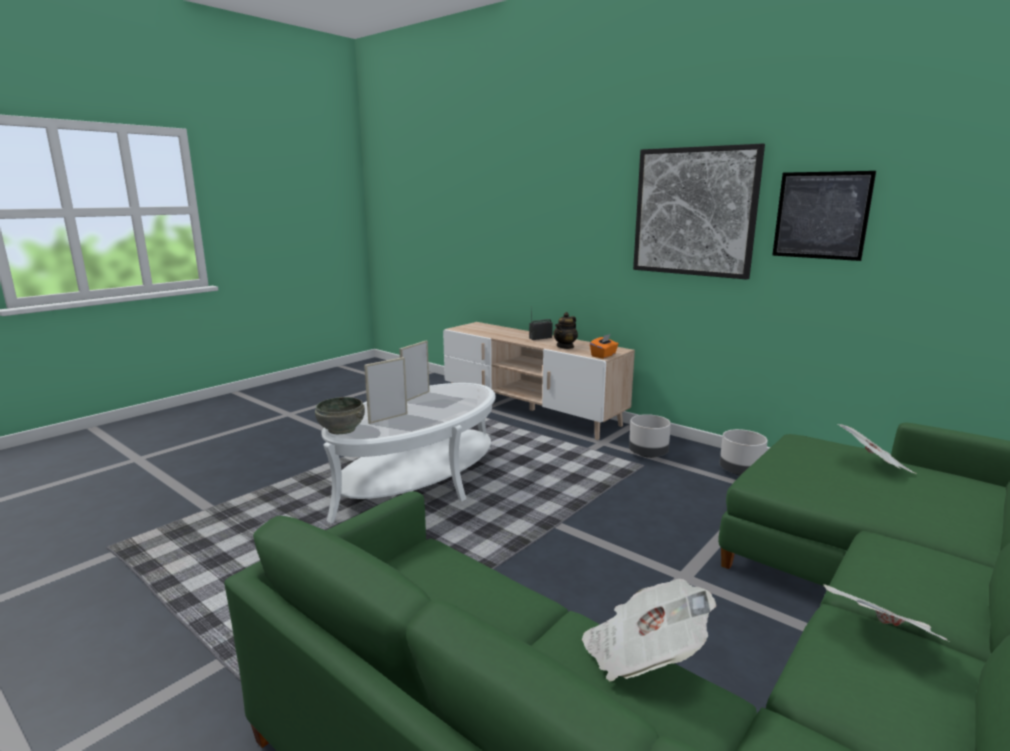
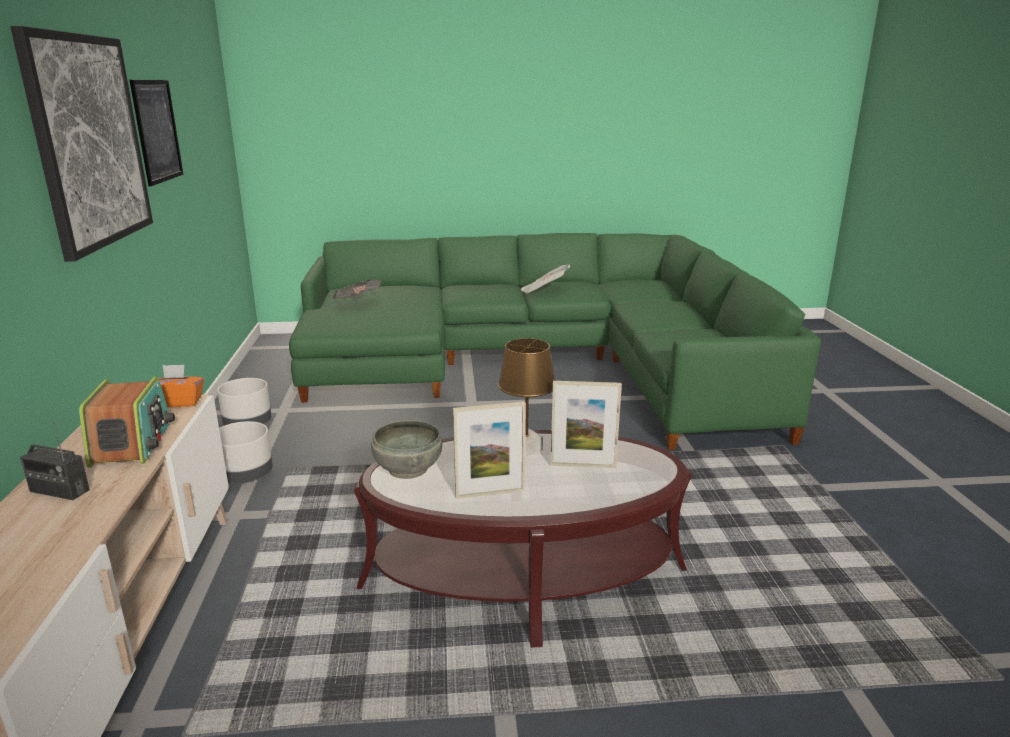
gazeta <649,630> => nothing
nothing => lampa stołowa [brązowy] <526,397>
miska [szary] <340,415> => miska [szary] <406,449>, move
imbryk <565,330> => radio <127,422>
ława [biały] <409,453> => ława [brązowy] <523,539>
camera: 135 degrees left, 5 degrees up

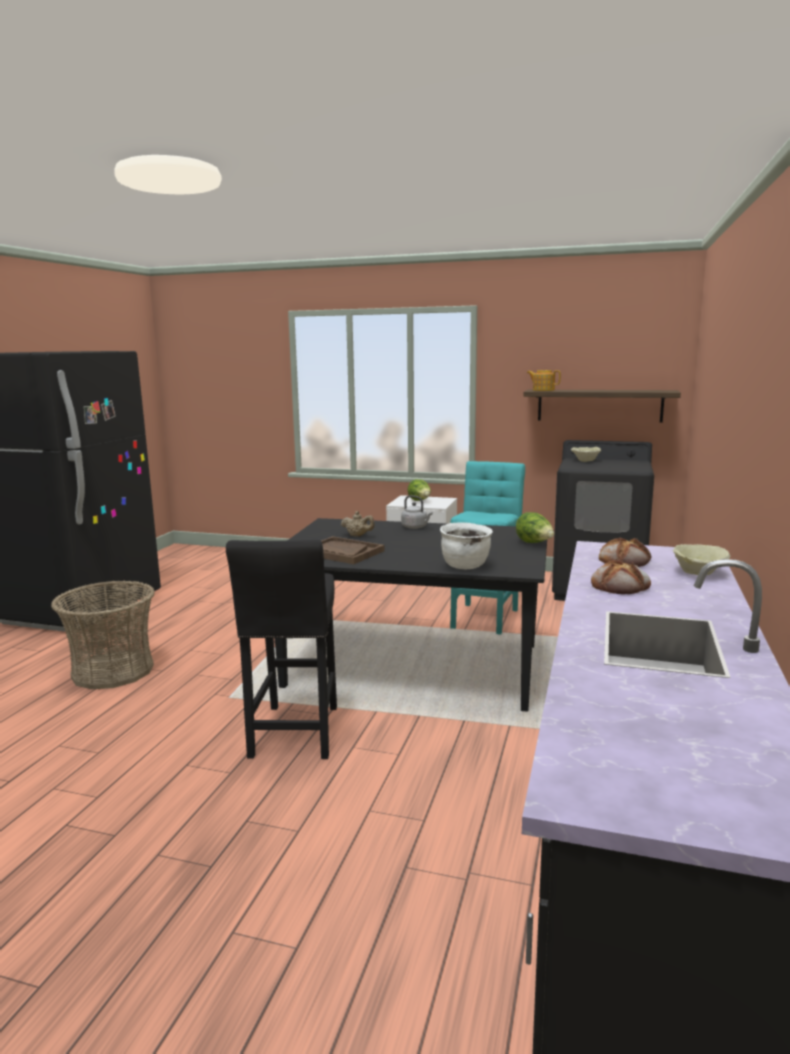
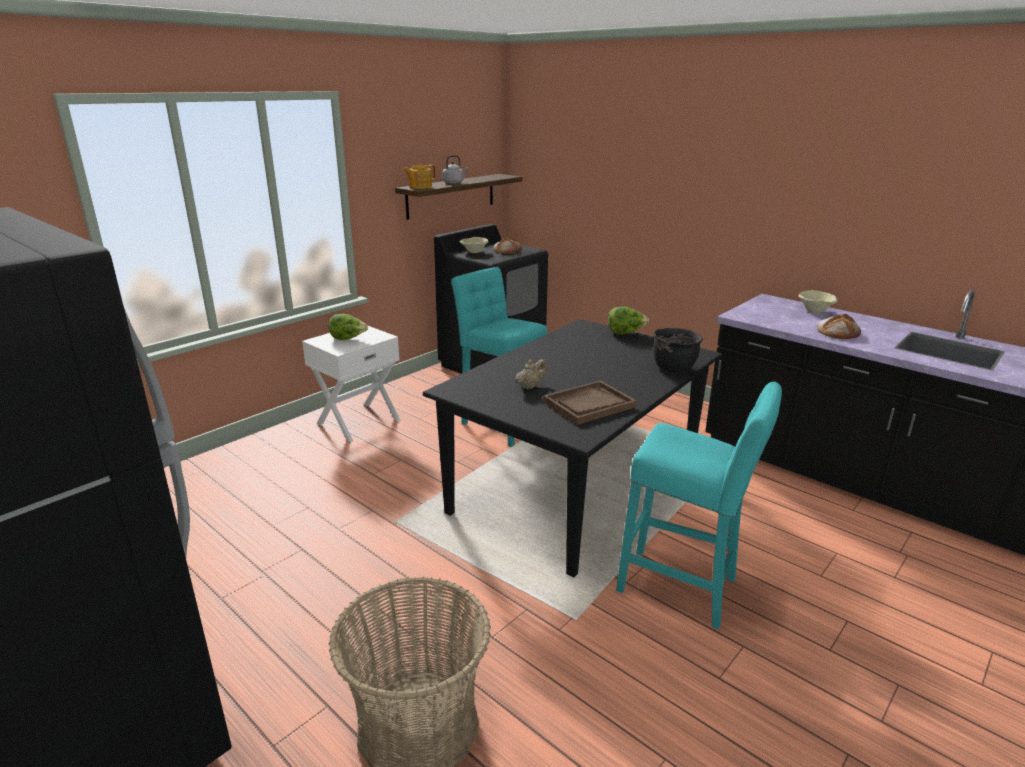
czajnik [szary] <417,512> => czajnik [szary] <455,169>, move
chleb <625,552> => chleb <508,245>, move
stołek [czarny] <281,649> => stołek [turkusowy] <699,505>
garnek [biały] <466,545> => garnek [czarny] <678,350>
camera: 65 degrees left, 10 degrees up

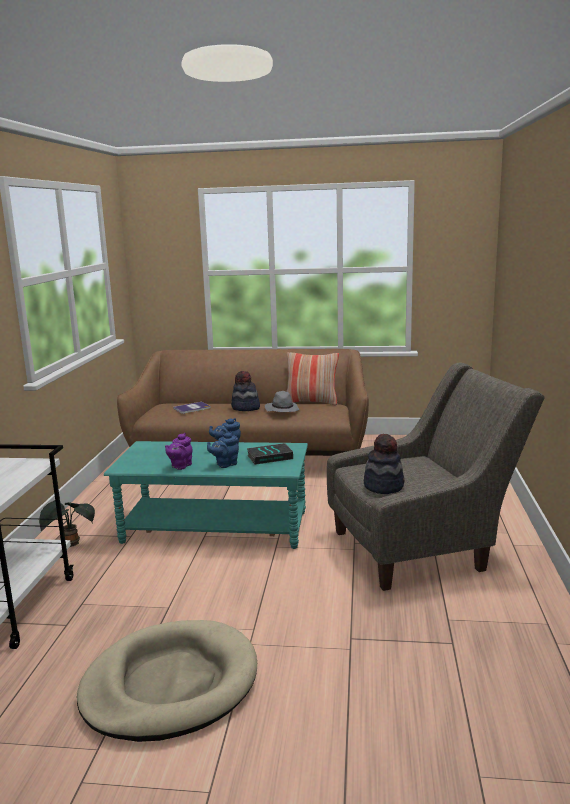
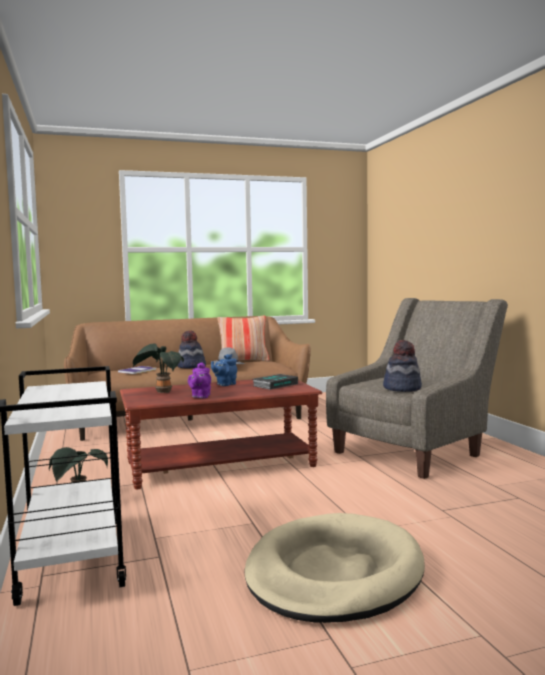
imbryk [niebieski] <223,450> => nothing
nothing => roślina doniczkowa <158,368>
ława [turkusowy] <206,495> => ława [brązowy] <221,434>
camera: 25 degrees left, 10 degrees down

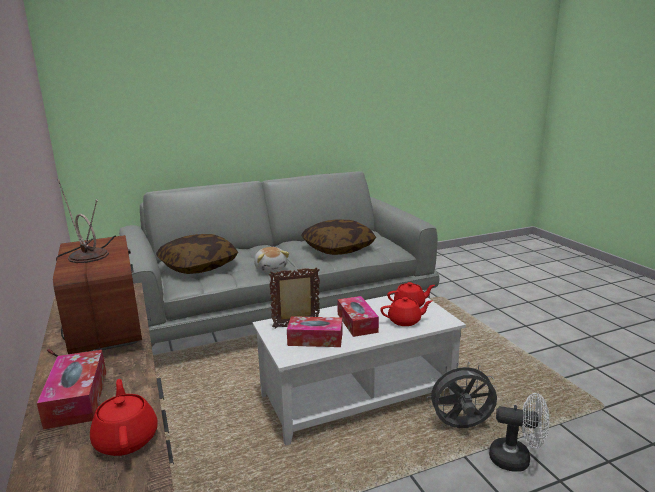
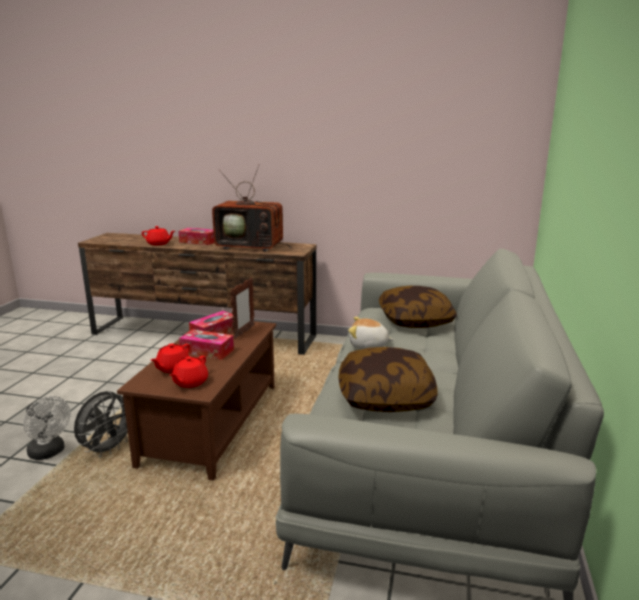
ława [biały] <359,370> => ława [brązowy] <196,401>
wentylator [biały] <519,432> => wentylator [biały] <47,428>, 105 degrees counterclockwise
camera: 125 degrees right, 0 degrees up

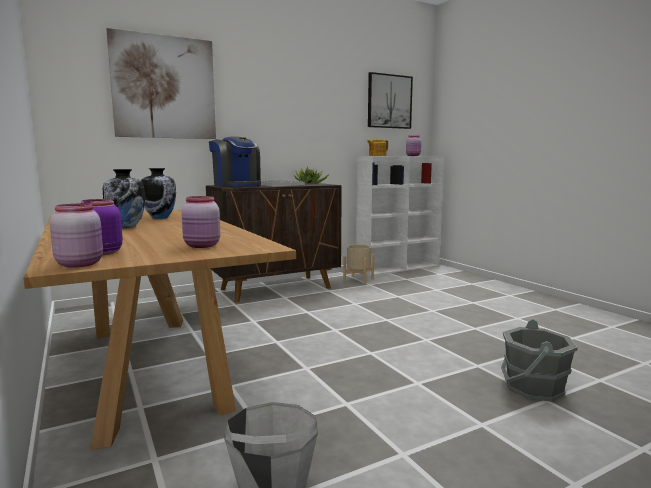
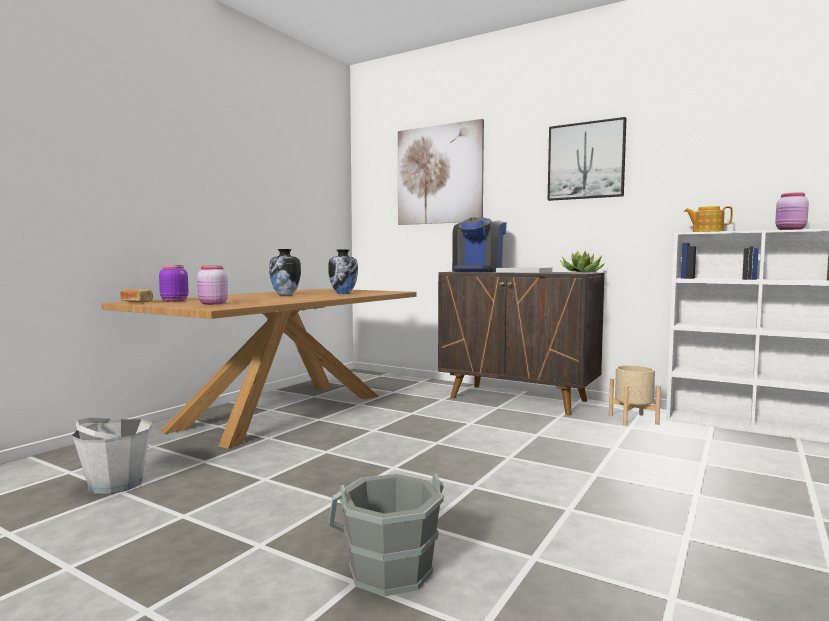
obraz <390,100> => obraz <587,159>, move
słoik [różowy] <76,236> => chleb <136,295>
camera: 60 degrees right, 5 degrees down

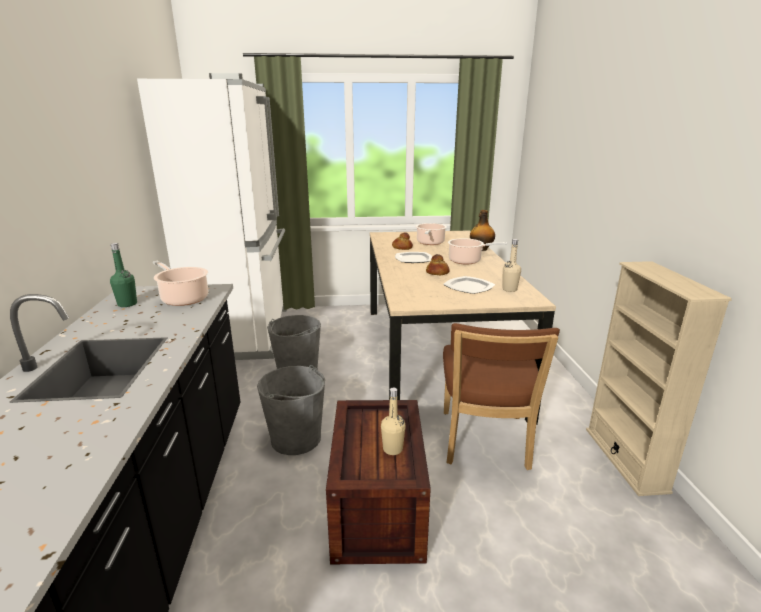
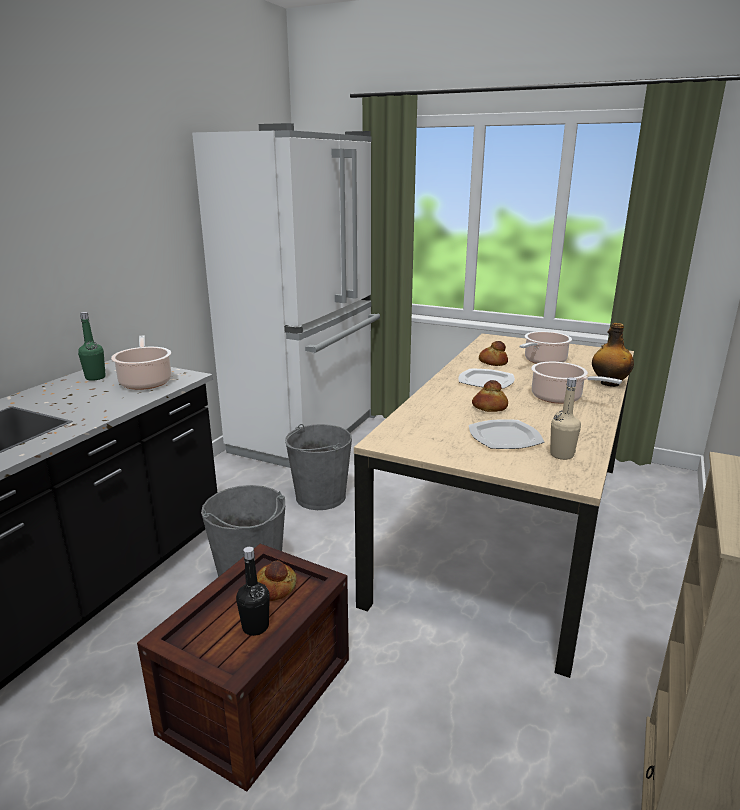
krzesło [brązowy] <501,396> => nothing
nothing => chleb <276,580>
butelka [beżowy] <393,421> => butelka [czarny] <253,591>
camera: 30 degrees right, 0 degrees up

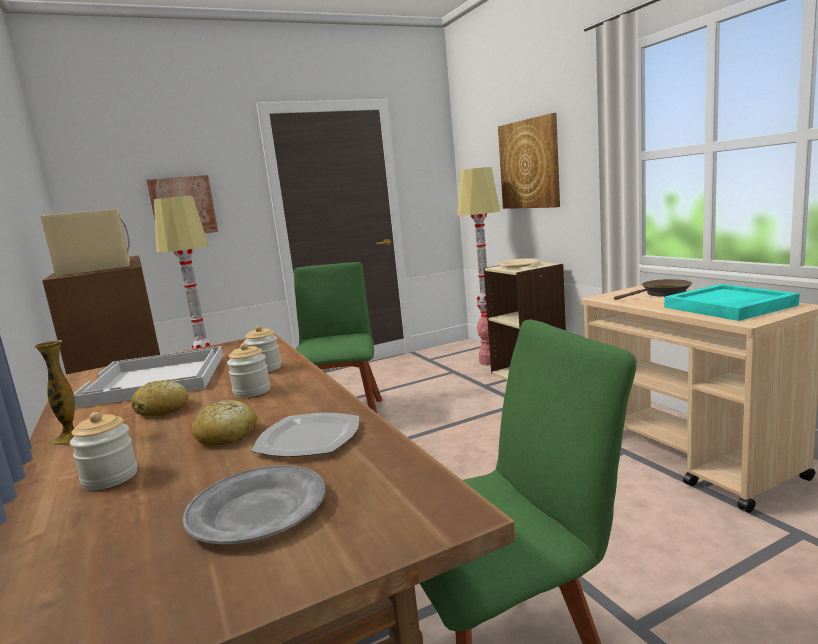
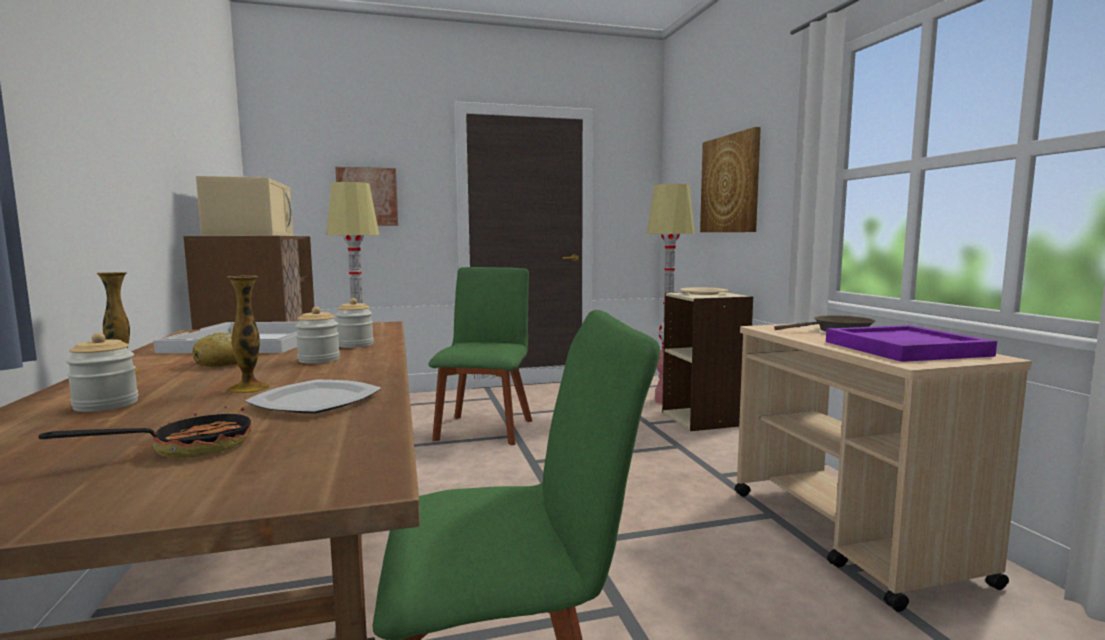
talerz [szary] <254,504> => patelnia <145,427>
chleb <224,422> => wazon <248,334>
taca [turkusowy] <732,302> => taca [fioletowy] <911,343>
camera: 10 degrees right, 5 degrees down

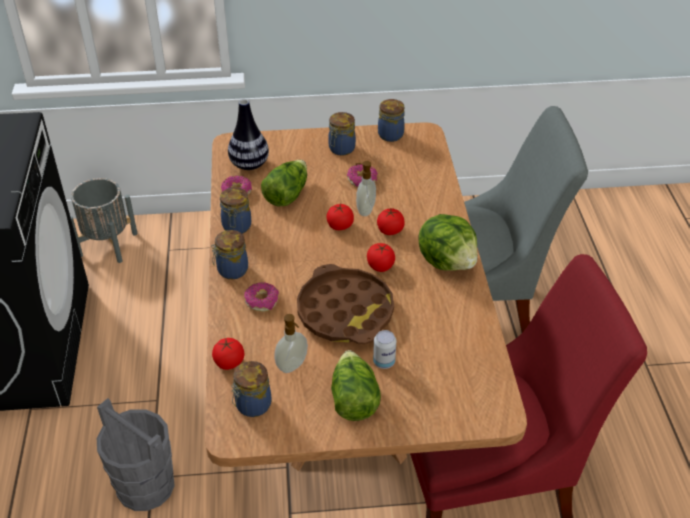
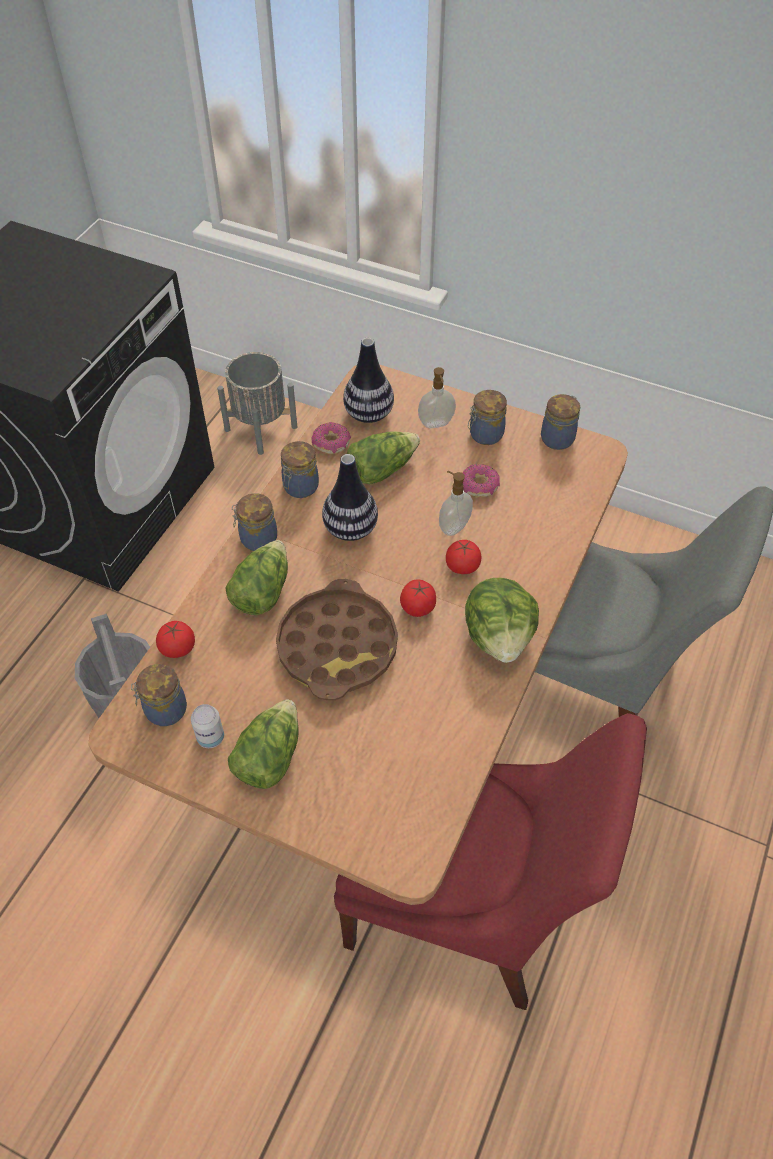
pomidor <340,217> => nothing
nothing => wazon <350,497>
dozownik mydła <291,343> => dozownik mydła <437,397>, move
puszka <384,349> => puszka <207,726>, move
donut <261,297> => sałata <257,577>
camera: 30 degrees right, 10 degrees up

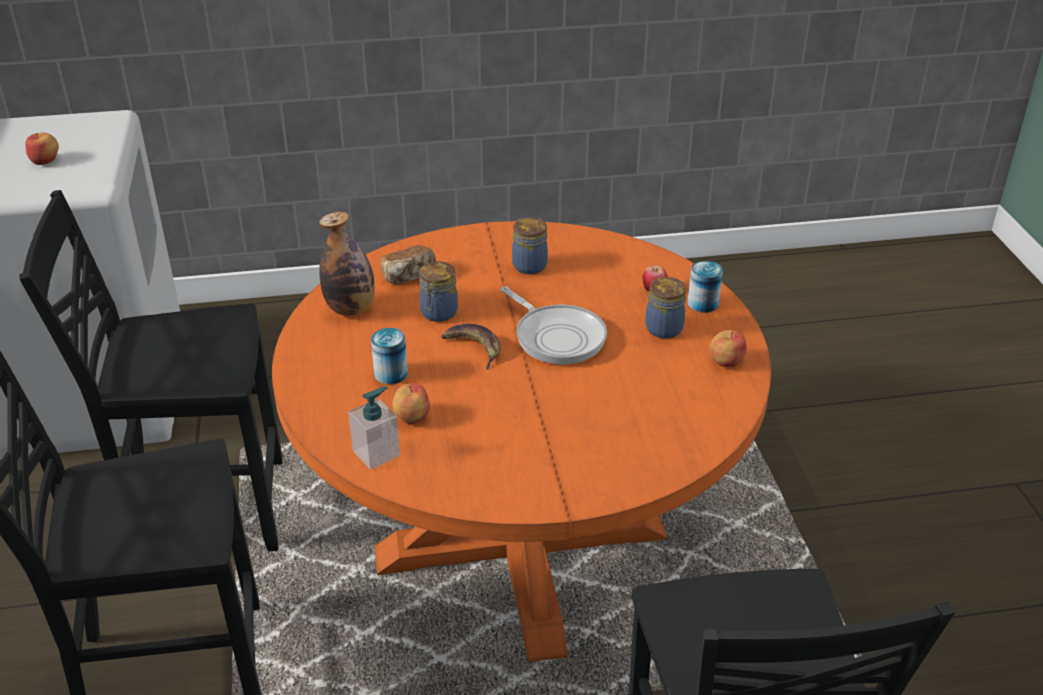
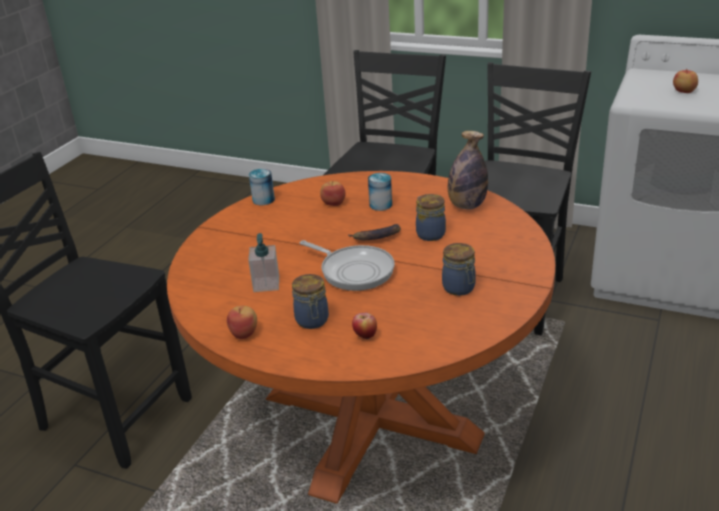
chleb <408,264> => nothing
dozownik mydła <374,428> => dozownik mydła <263,262>, move
puszka <705,286> => puszka <262,187>, move
patelnia <553,325> => patelnia <347,265>, 135 degrees counterclockwise
camera: 125 degrees right, 5 degrees down

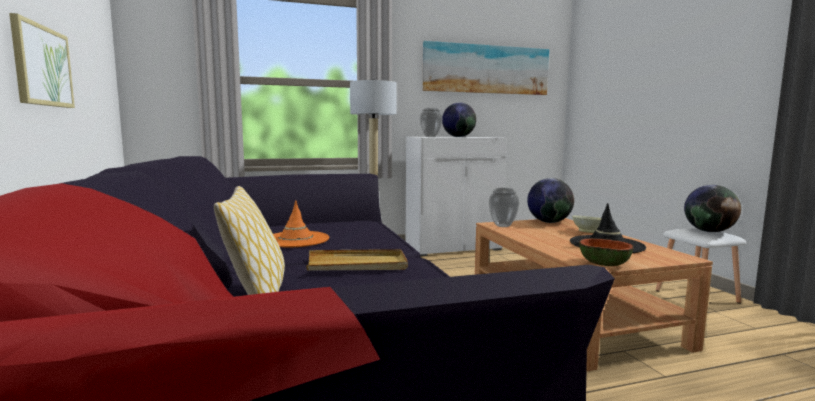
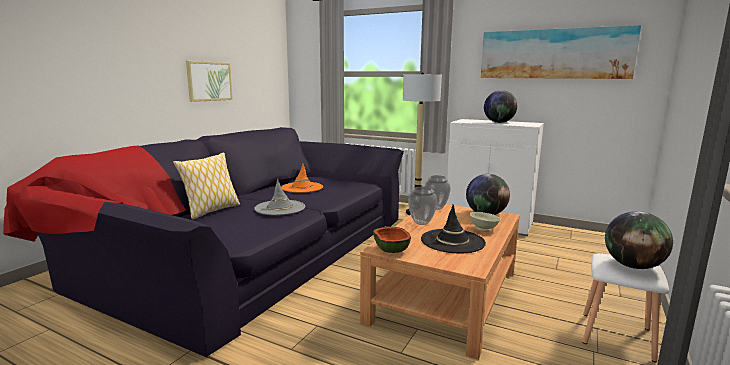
wazon <431,122> => wazon <422,205>, move
taca [beżowy] <357,260> => kapelusz [szary] <279,197>
camera: 45 degrees right, 5 degrees up

